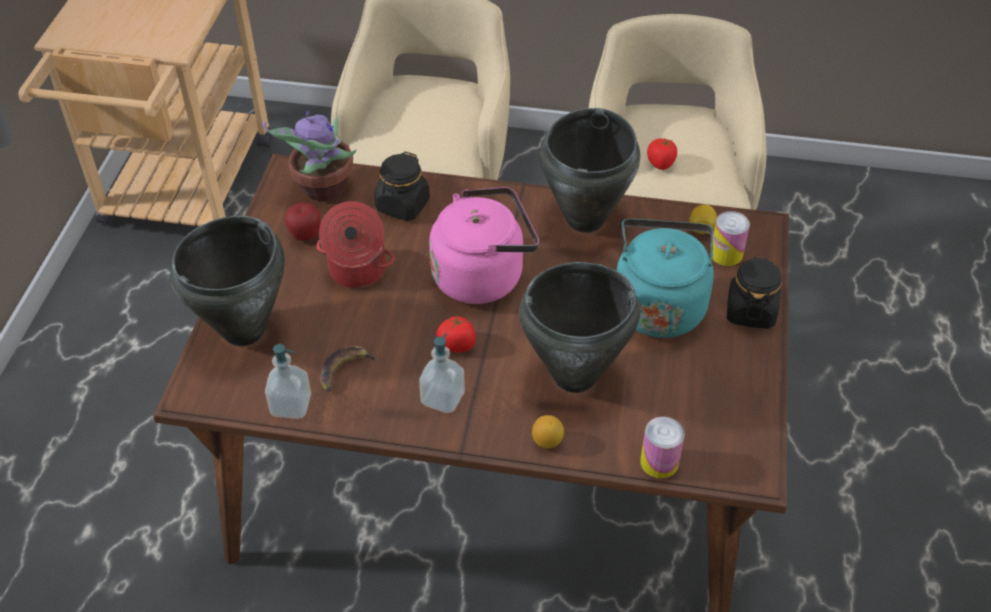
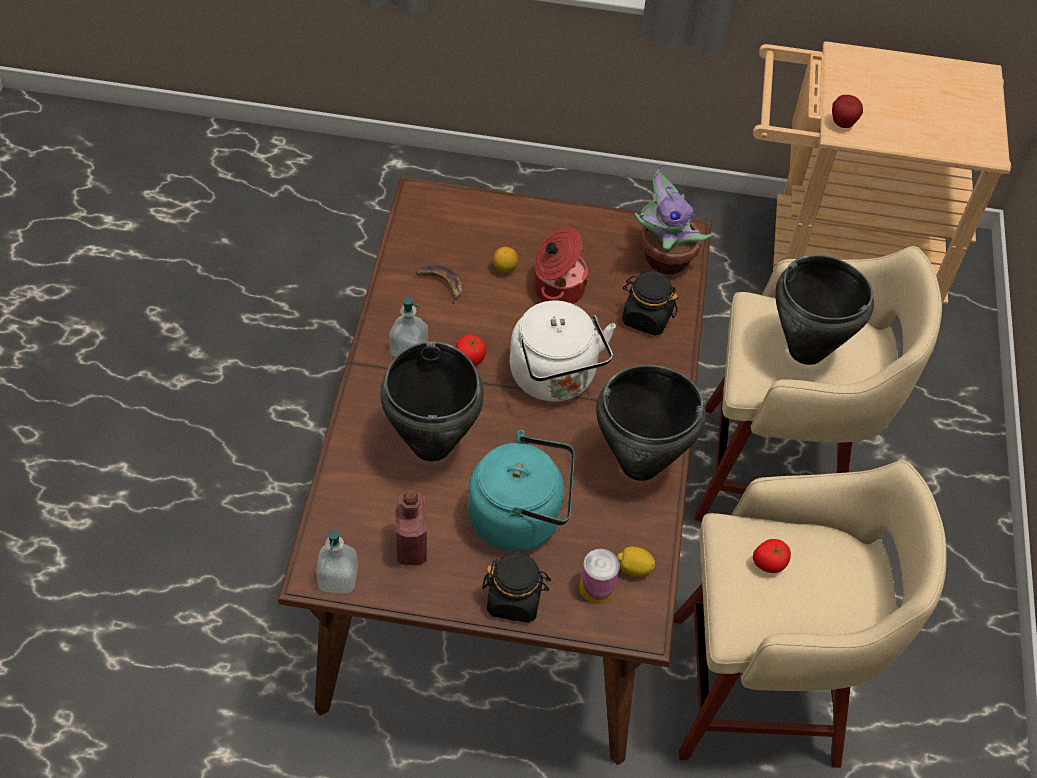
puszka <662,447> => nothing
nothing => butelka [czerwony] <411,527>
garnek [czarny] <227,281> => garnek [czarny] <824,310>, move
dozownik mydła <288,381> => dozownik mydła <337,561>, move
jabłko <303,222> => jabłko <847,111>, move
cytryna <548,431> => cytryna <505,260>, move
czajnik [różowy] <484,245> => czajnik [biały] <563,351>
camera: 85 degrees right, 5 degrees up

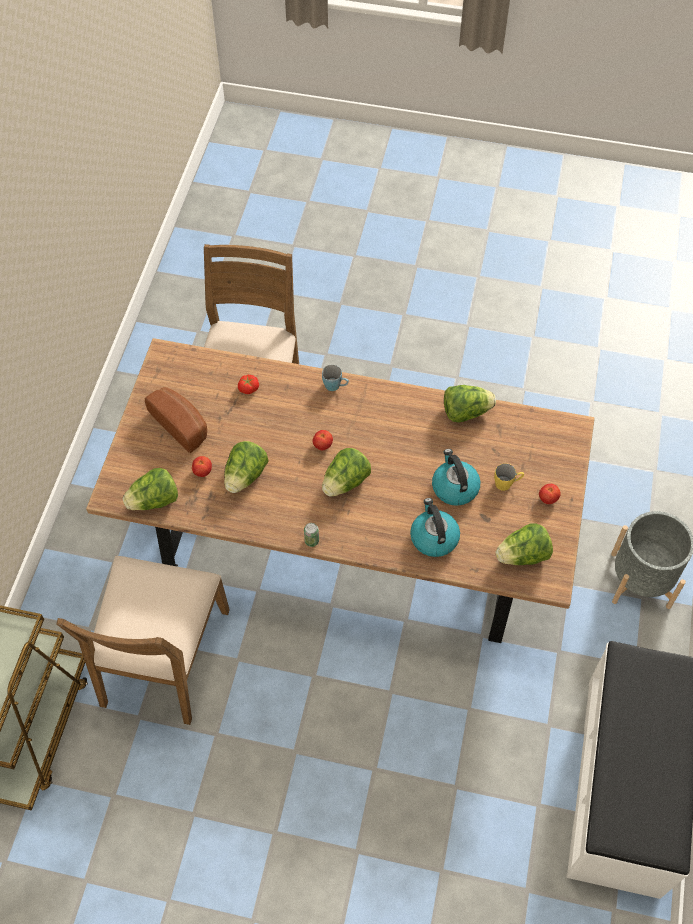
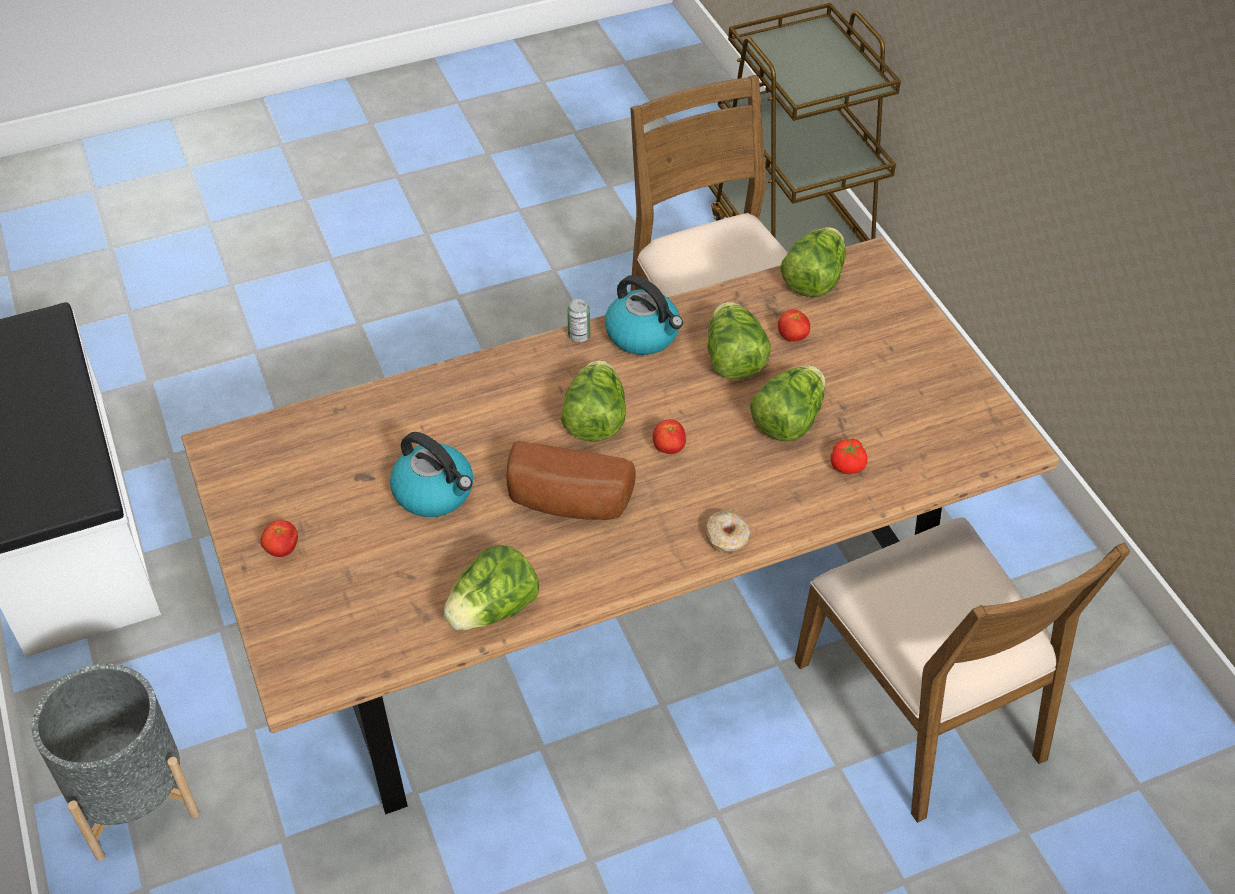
kubek [żółty] <509,477> => nothing
chleb <176,420> => chleb <571,480>, move
czajnik <435,527> => czajnik <644,315>, move
sałata <524,544> => sałata <787,403>, move
kubek [niebieski] <335,378> => donut <727,531>
camera: 145 degrees right, 10 degrees down

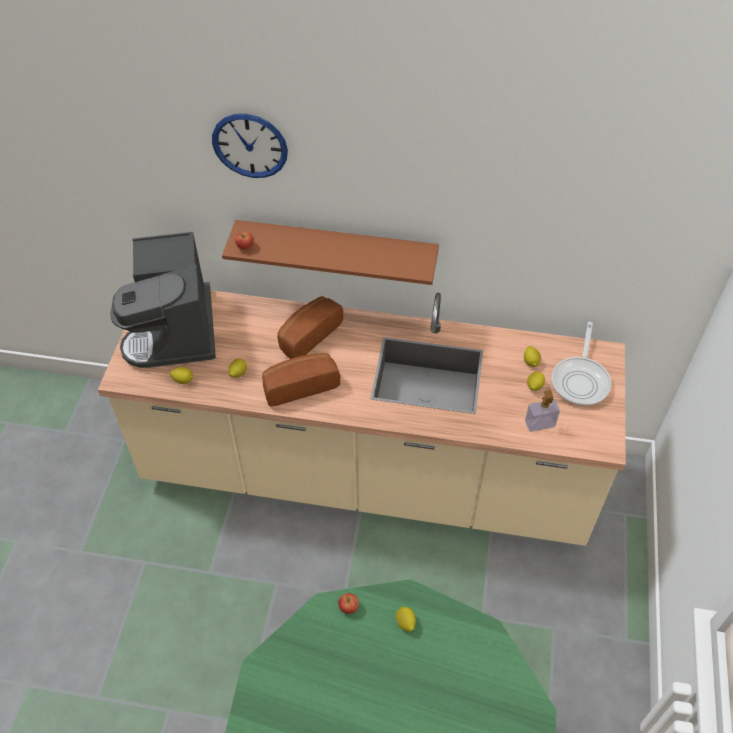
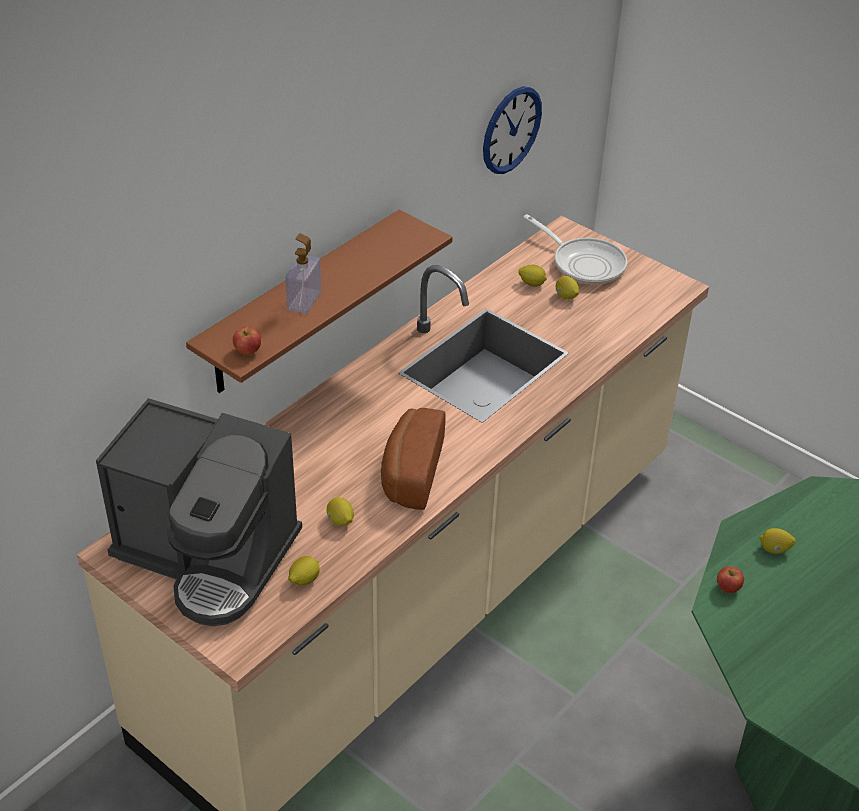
chleb <310,327> => nothing
zegar ścienny <250,146> => zegar ścienny <512,130>, move
dozownik mydła <542,411> => dozownik mydła <303,273>, move
camera: 60 degrees left, 10 degrees down

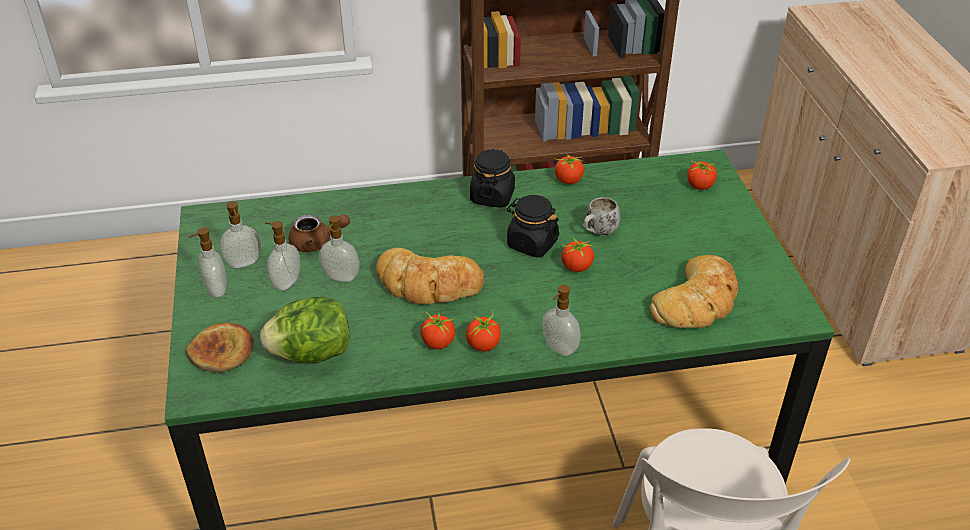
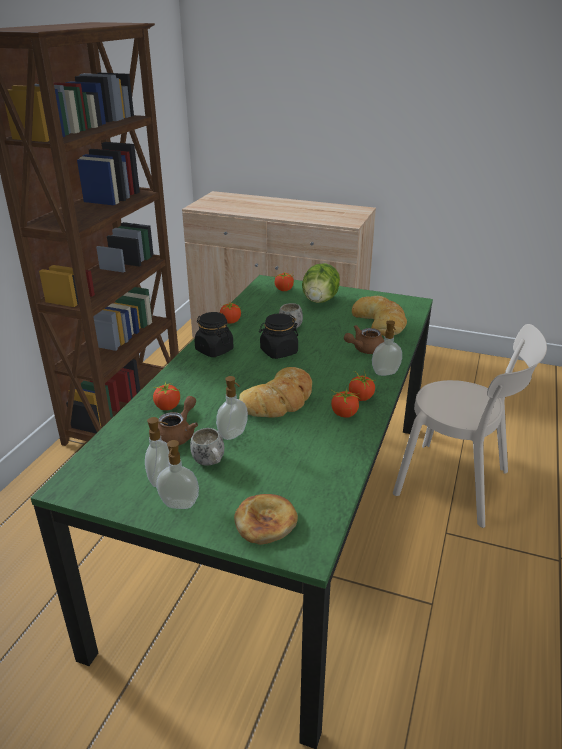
nothing => imbryk [brązowy] <364,339>
sałata <304,330> => sałata <321,283>, move
pomidor <577,254> => pomidor <166,395>, move
dozownik mydła <282,256> => kubek [biały] <207,447>
camera: 60 degrees left, 10 degrees down

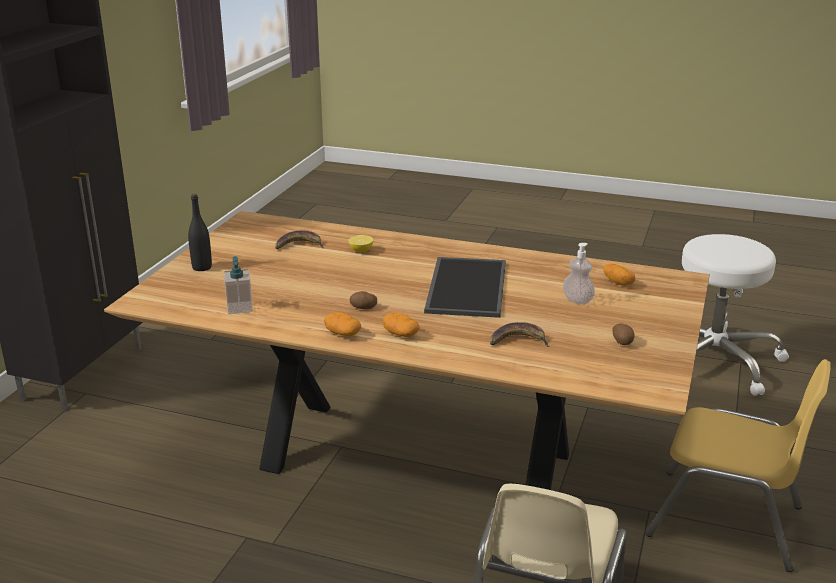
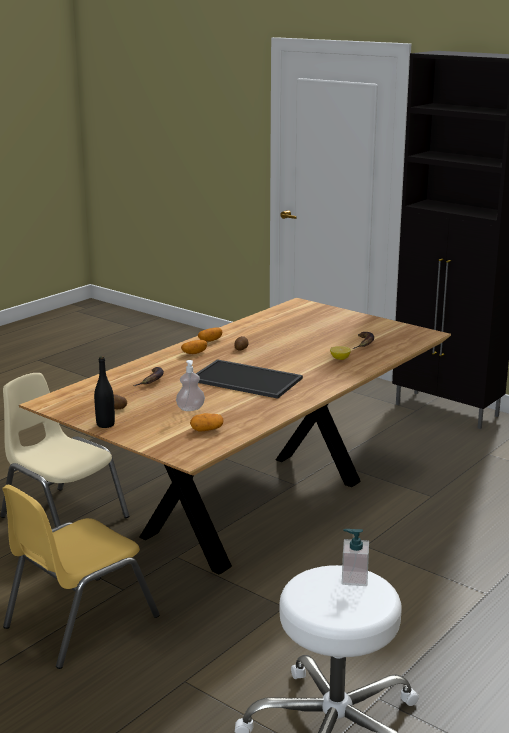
butelka [czarny] <200,232> => butelka [czarny] <104,392>, move
dozownik mydła <238,285> => dozownik mydła <355,557>, move
camera: 110 degrees right, 5 degrees down

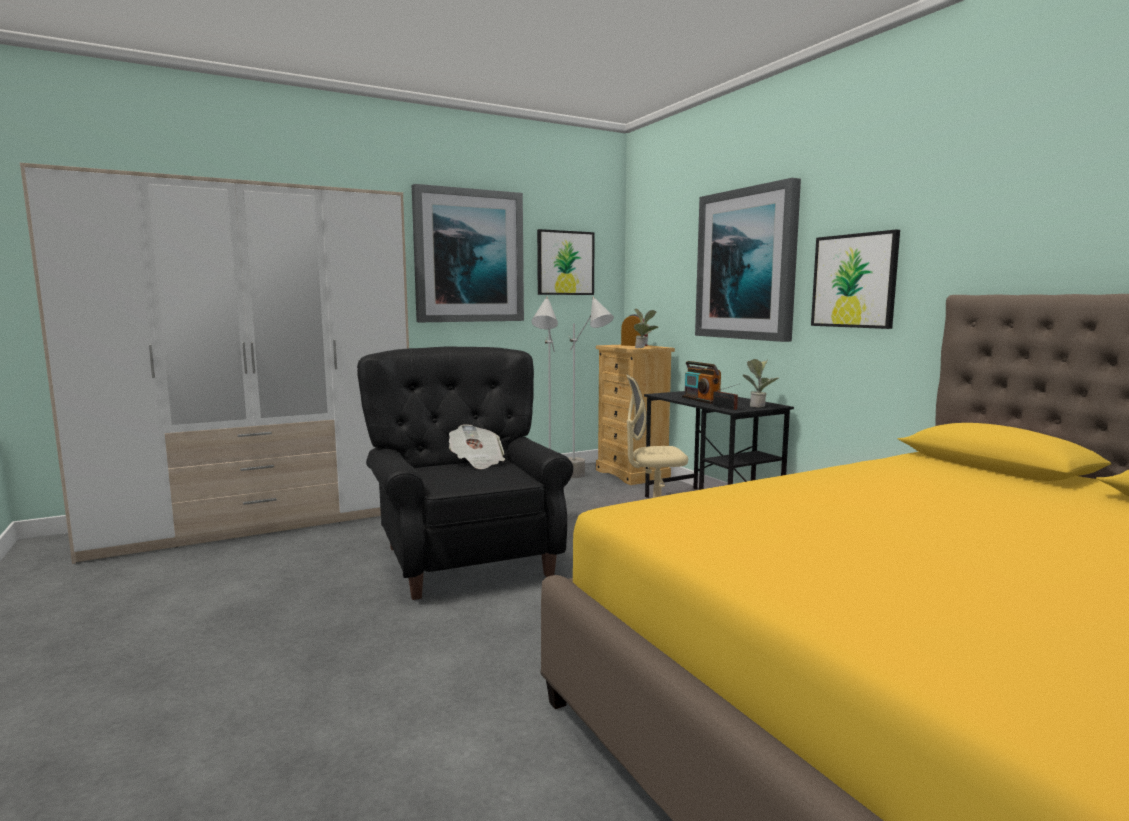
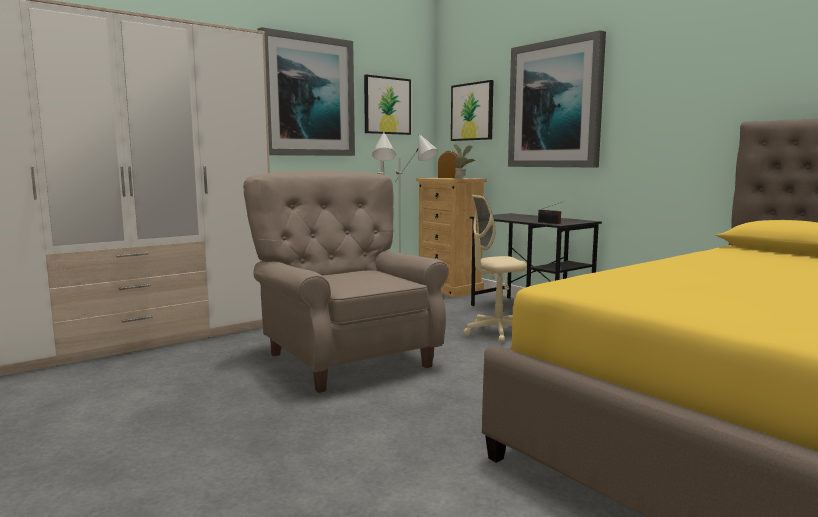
gazeta <477,446> => nothing
radio <701,382> => nothing
roślina doniczkowa <761,383> => nothing
obraz <855,279> => obraz <472,110>, move
fotel [czarny] <465,473> => fotel [beżowy] <346,281>
camera: 10 degrees left, 0 degrees up

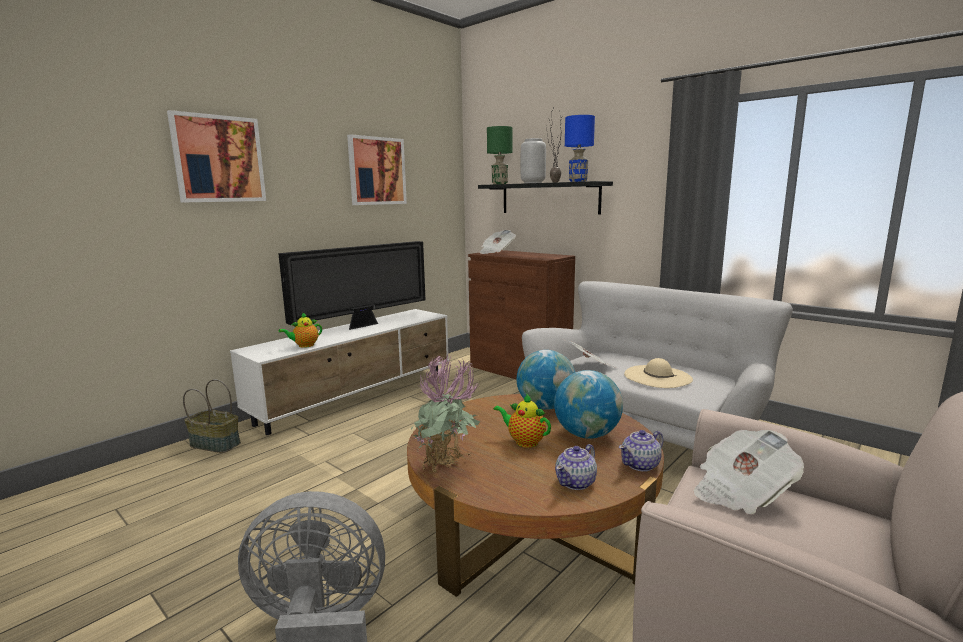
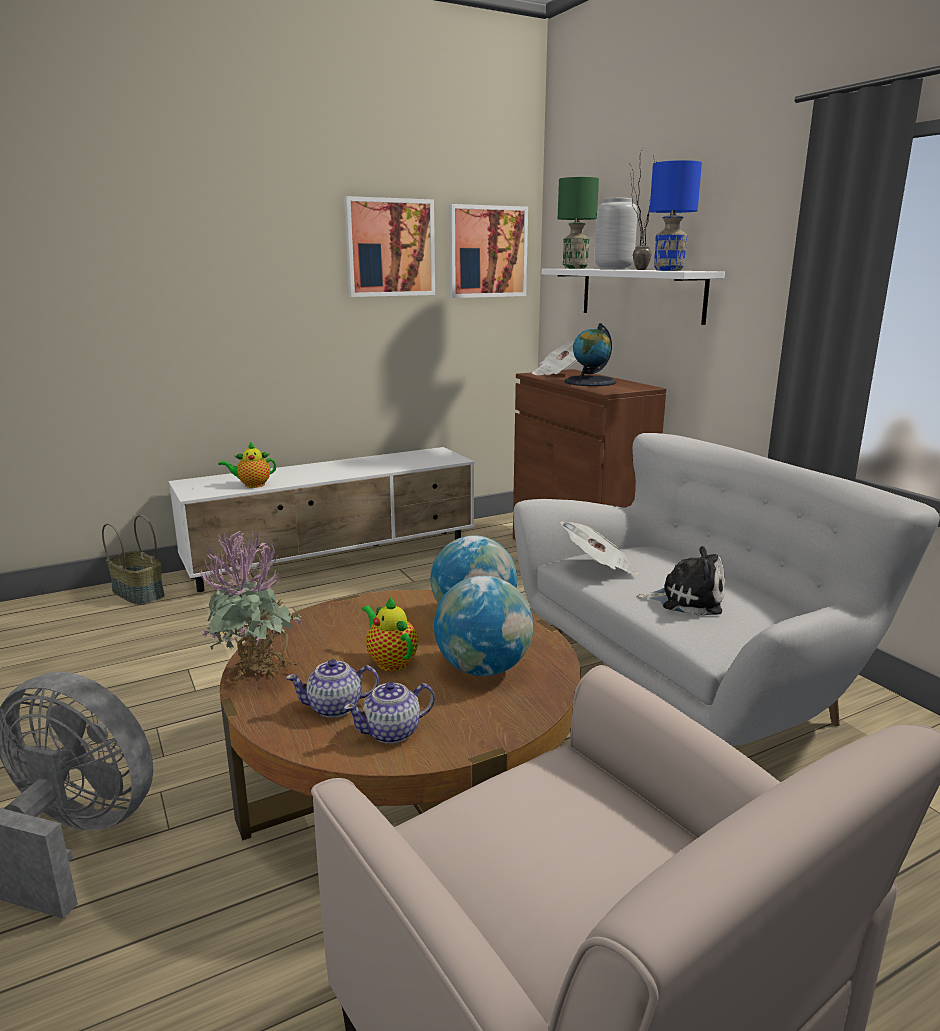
telewizor <352,285> => nothing
gazeta <749,472> => nothing
nothing => globus <590,354>
obraz <216,156> => obraz <488,251>, move
imbryk <641,451> => imbryk <332,688>, move
kapelusz [beżowy] <658,373> => pluszak <680,581>
półka [czarny] <545,197> => półka [biały] <633,297>
camera: 20 degrees right, 5 degrees up

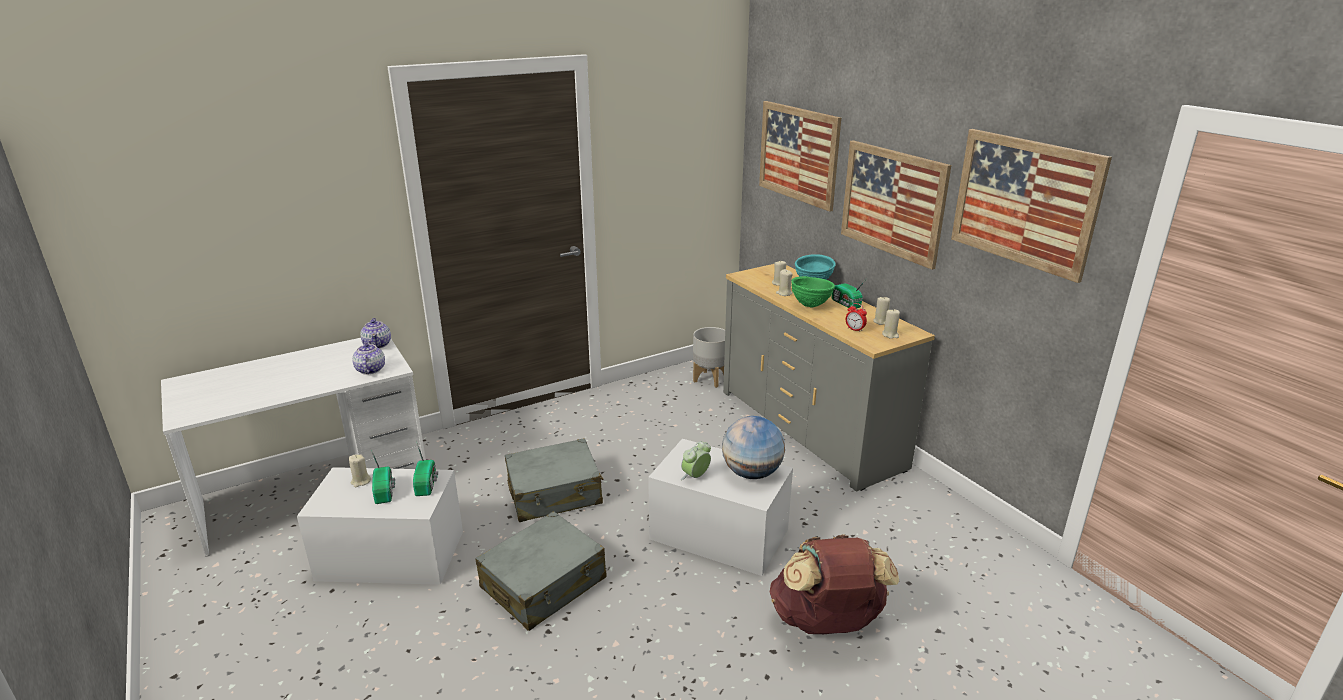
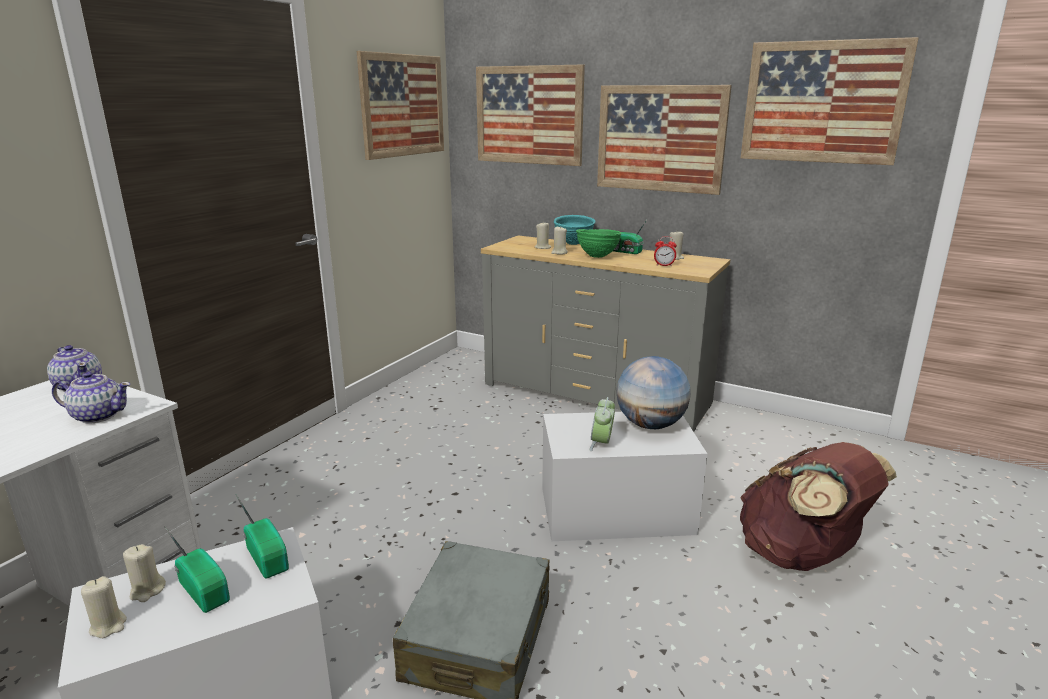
walizka [szary] <554,480> => nothing
donica [szary] <709,357> => nothing
nothing => obraz <400,105>
świeca [beżowy] <891,324> => świeca [beżowy] <104,607>, move
imbryk <368,357> => imbryk <91,397>, 135 degrees clockwise
camera: 30 degrees left, 5 degrees down

